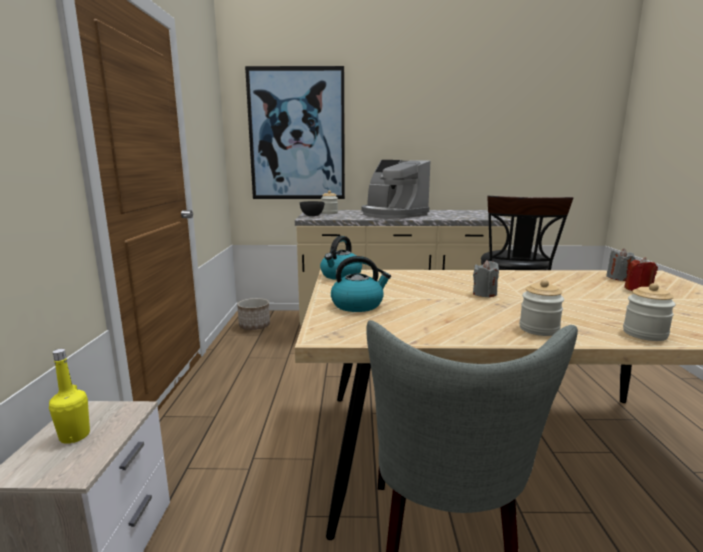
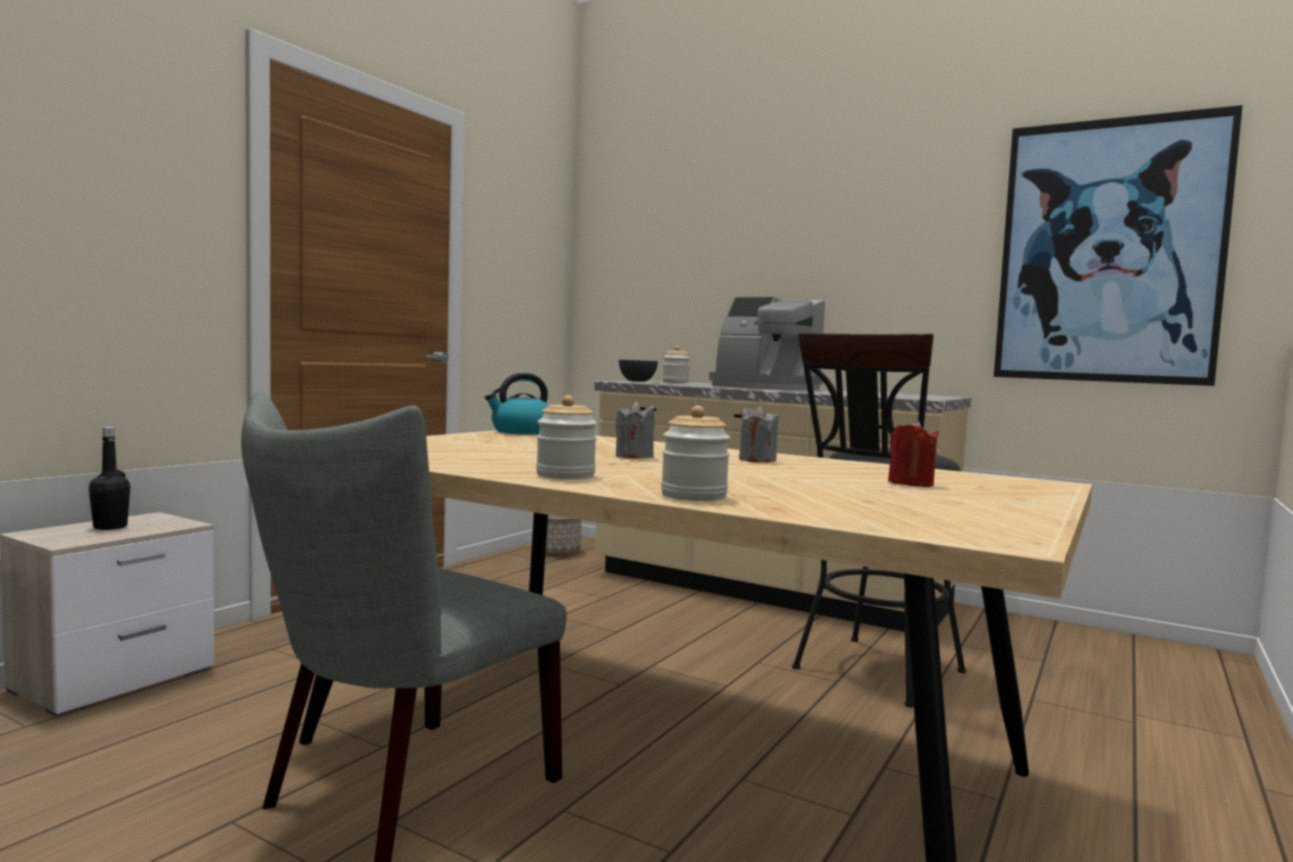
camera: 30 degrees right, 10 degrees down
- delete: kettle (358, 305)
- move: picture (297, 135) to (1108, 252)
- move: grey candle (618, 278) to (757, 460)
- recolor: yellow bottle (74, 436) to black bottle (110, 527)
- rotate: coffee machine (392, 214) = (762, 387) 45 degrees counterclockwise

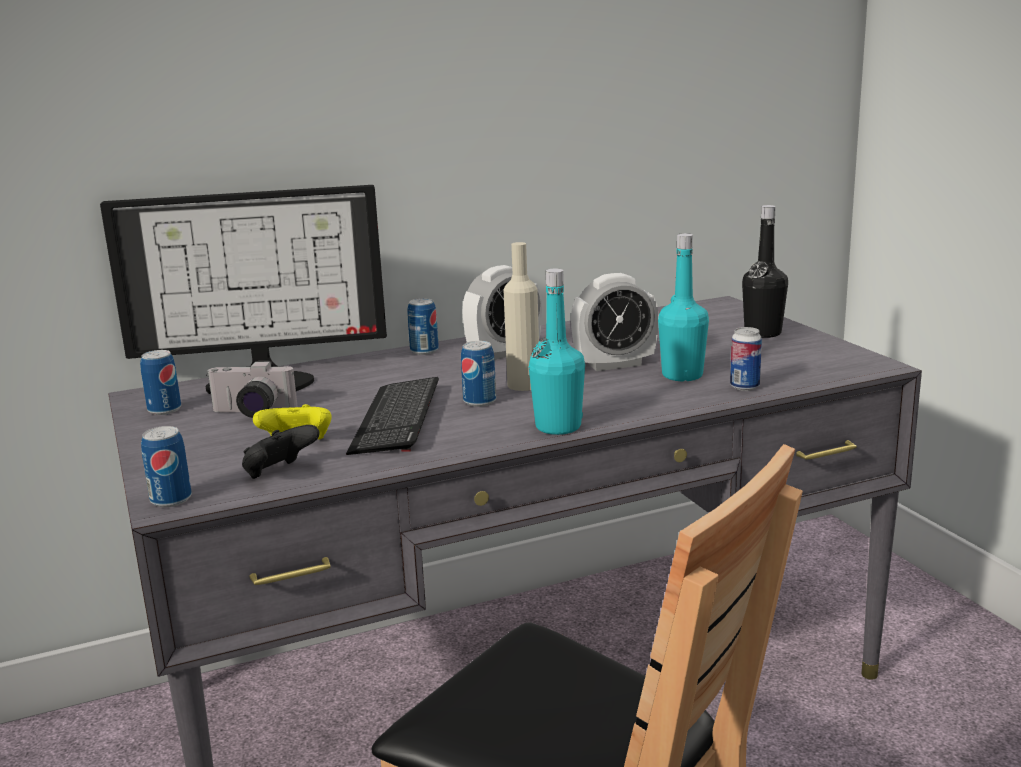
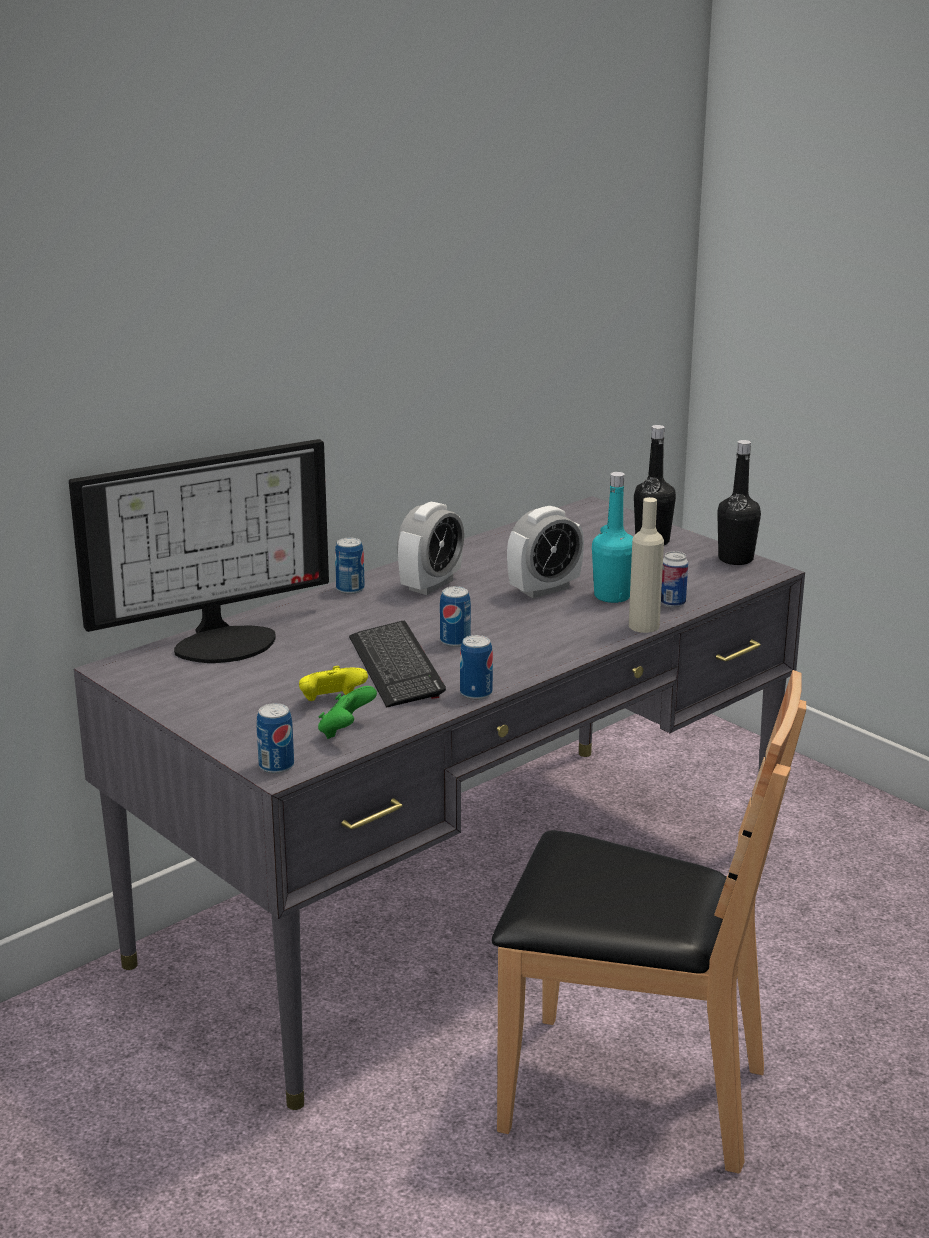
camera: 20 degrees left, 5 degrees up
- delete: photo camera (251, 413)
- delete: turquoise bottle (558, 427)
- insert: black bottle (735, 559)
- move: can (164, 410) to (476, 693)
- move: beige bottle (523, 385) to (644, 626)
- recolor: black game controller (279, 473) to green game controller (345, 731)

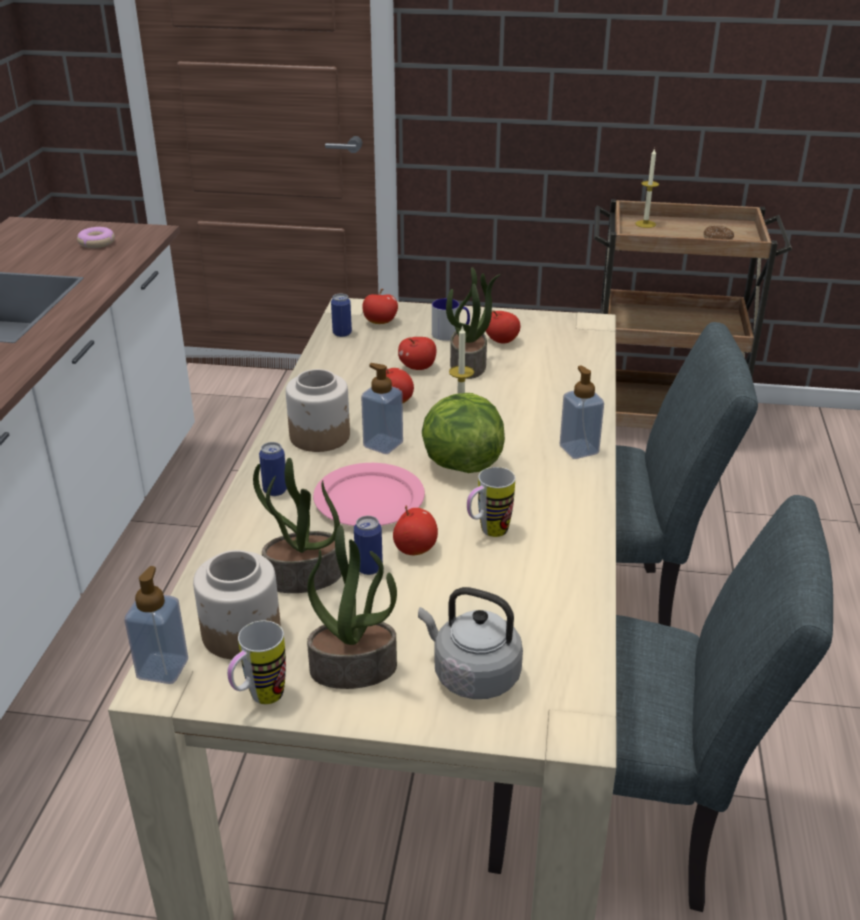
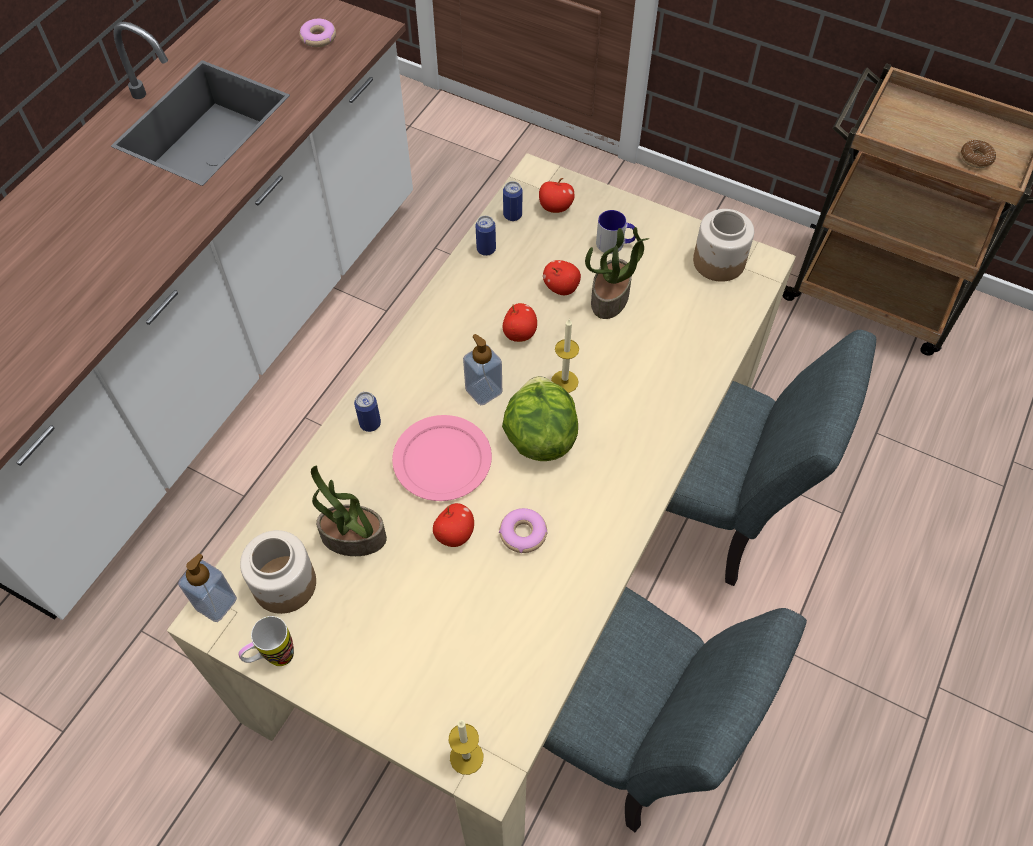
camera: 20 degrees right, 25 degrees up
- delete: potted plant (354, 668)
- delete: grey kettle (472, 675)
- delete: apple (502, 341)
- delete: soap dispenser (579, 450)
- move: jar (320, 436) to (719, 262)
- move: can (369, 568) to (486, 249)
- move: candle (645, 224) to (466, 757)
- replace: mug (487, 532) to donut (523, 533)

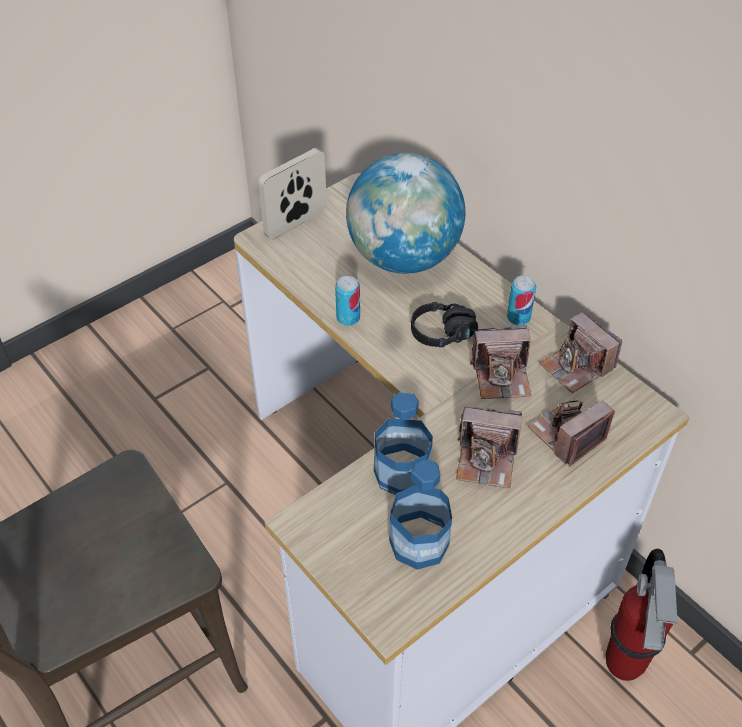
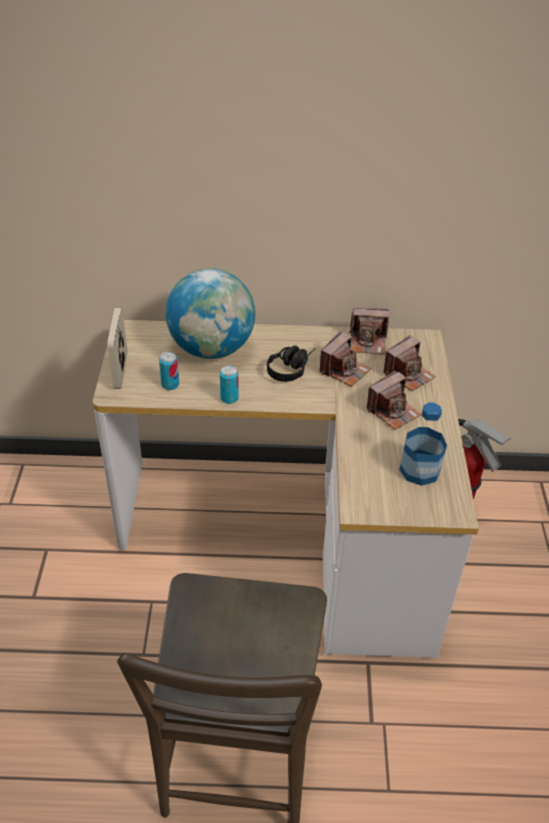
camera: 50 degrees left, 5 degrees down
- delete: bottle (401, 473)
- move: can (518, 318) to (170, 384)
- rotate: photo camera (567, 436) = (408, 375) 135 degrees counterclockwise

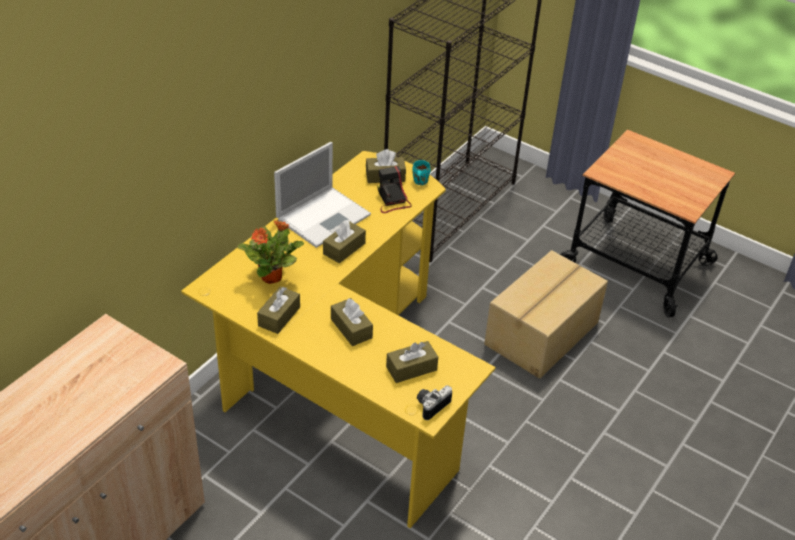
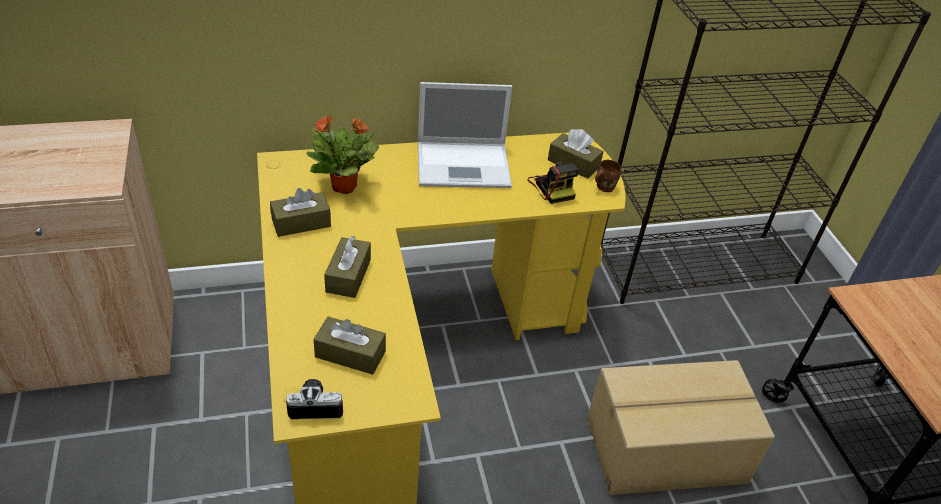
camera: 40 degrees right, 0 degrees up
- delete: brown tissue box (344, 248)
- recolor: turquoise mug (419, 182) to brown mug (603, 187)
- rotate: photo camera (392, 200) = (552, 187) 135 degrees clockwise

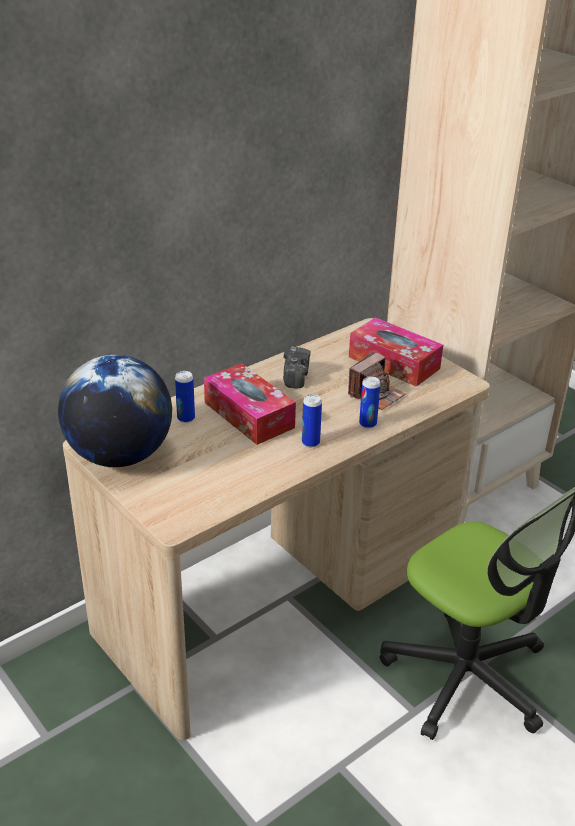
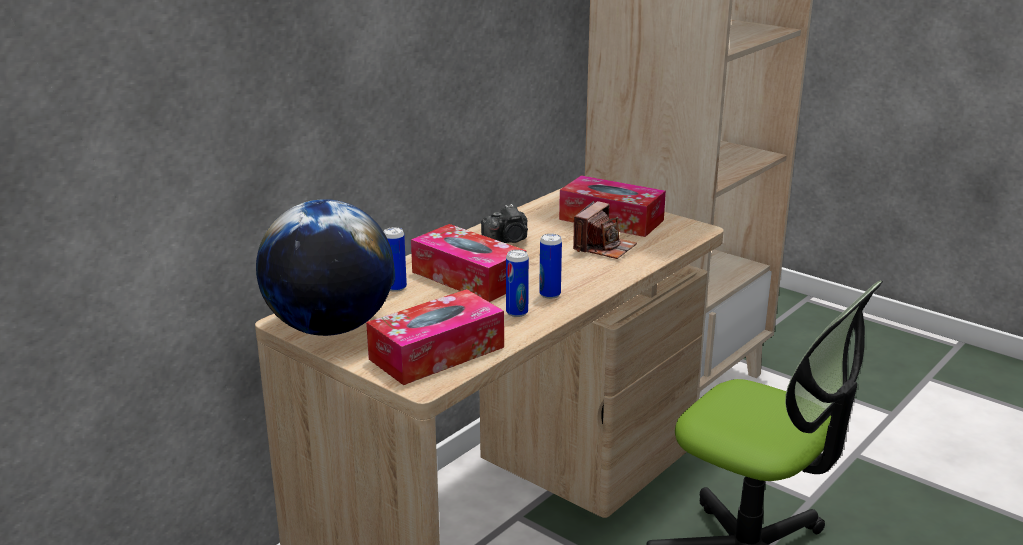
camera: 10 degrees left, 10 degrees down
- insert: tissue box (437, 353)
- move: can (367, 424) to (517, 312)
- rotate: photo camera (295, 377) = (507, 241) 75 degrees clockwise

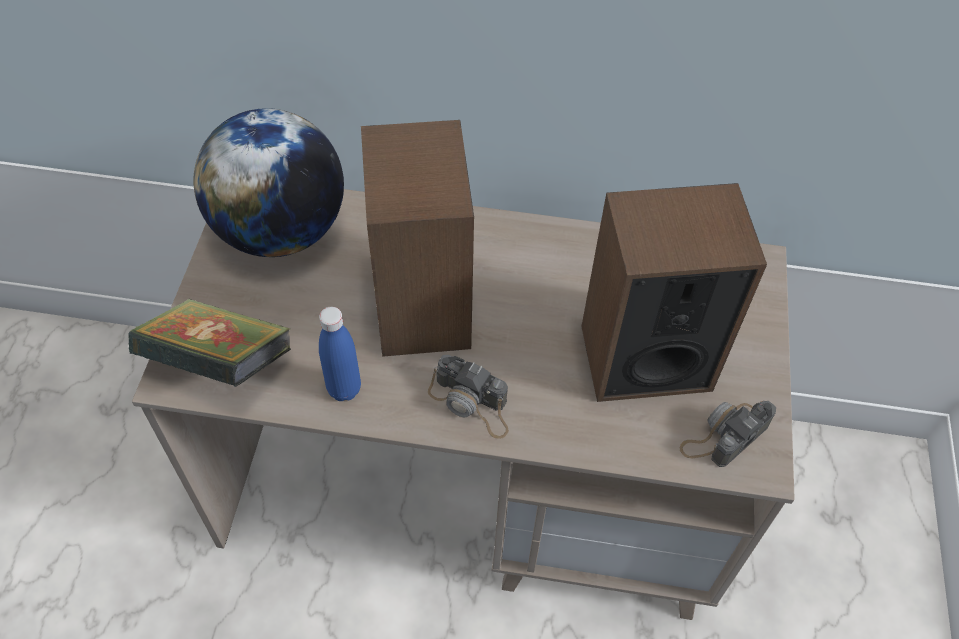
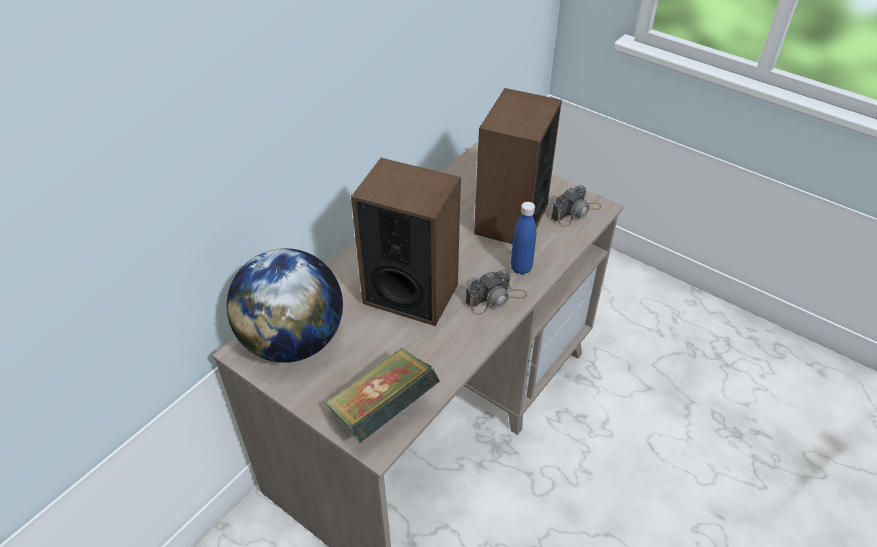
camera: 60 degrees left, 10 degrees down
- move: blue bottle (344, 389) to (521, 268)
- rotate: photo camera (724, 436) = (576, 212) 120 degrees counterclockwise

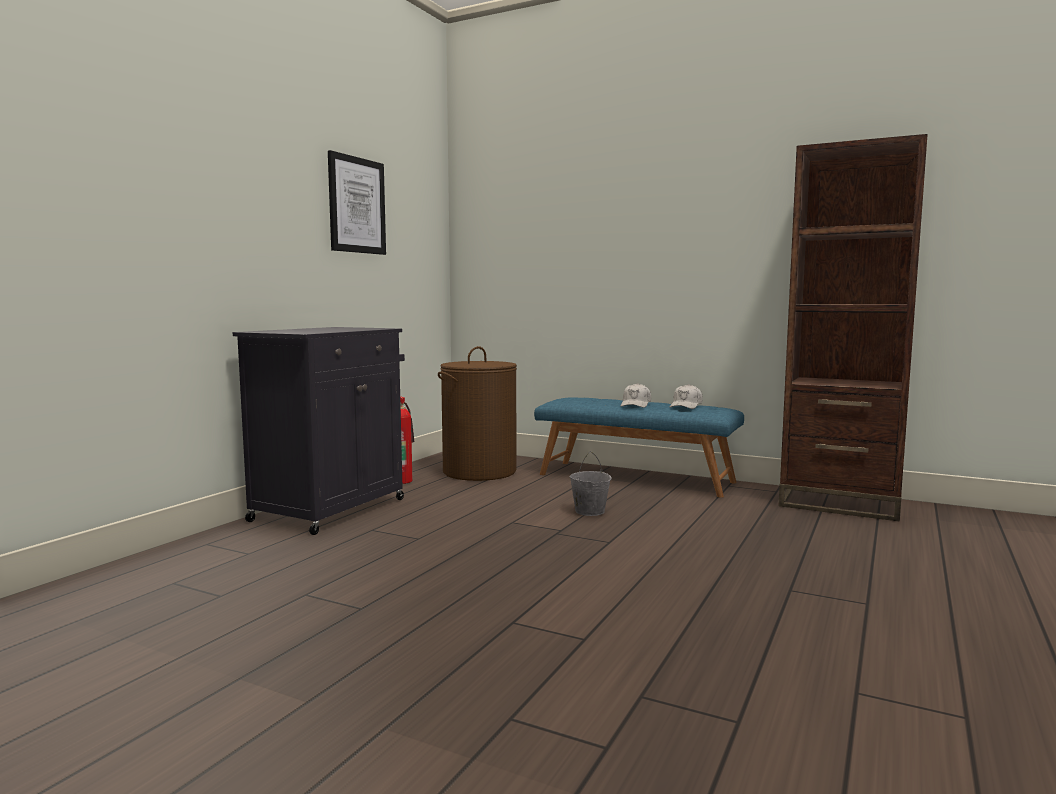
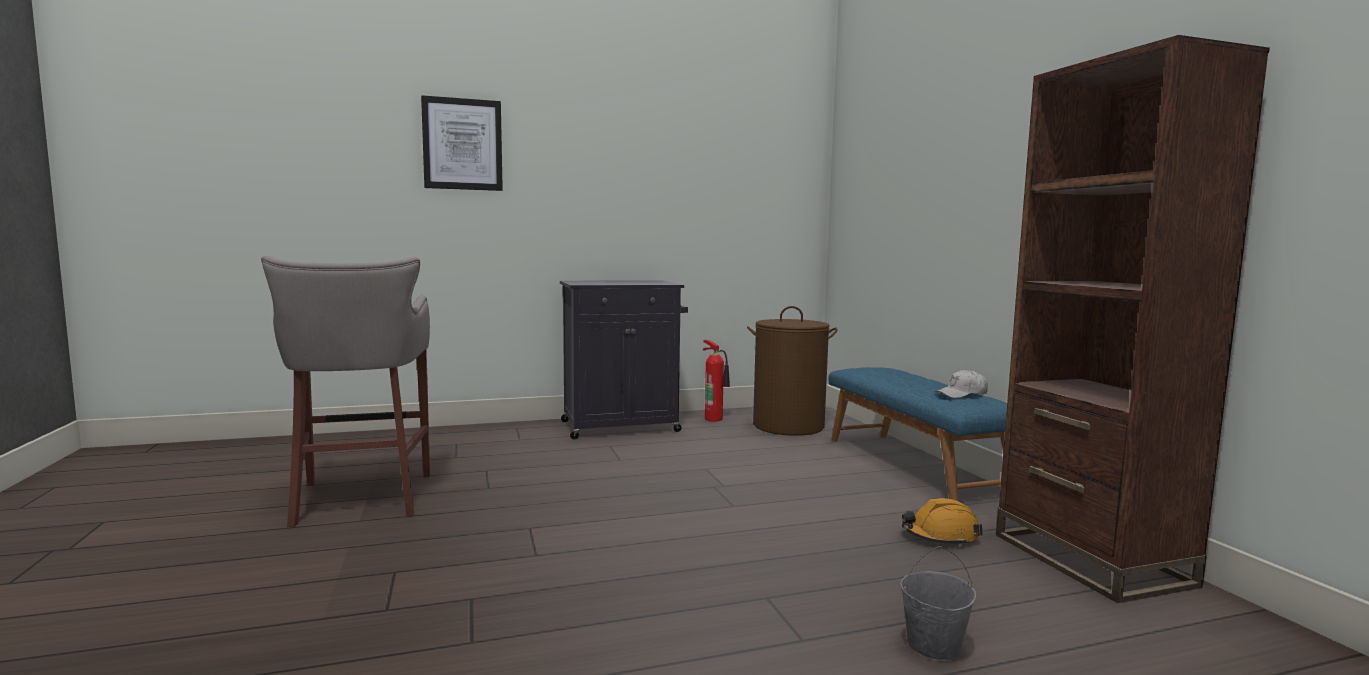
camera: 45 degrees right, 0 degrees up
- delete: white cap (636, 404)
- insert: grey stool (361, 500)
- insert: orange hard hat (941, 536)
- move: picture (357, 205) to (462, 144)
- move: grey bucket (589, 511) to (933, 646)

